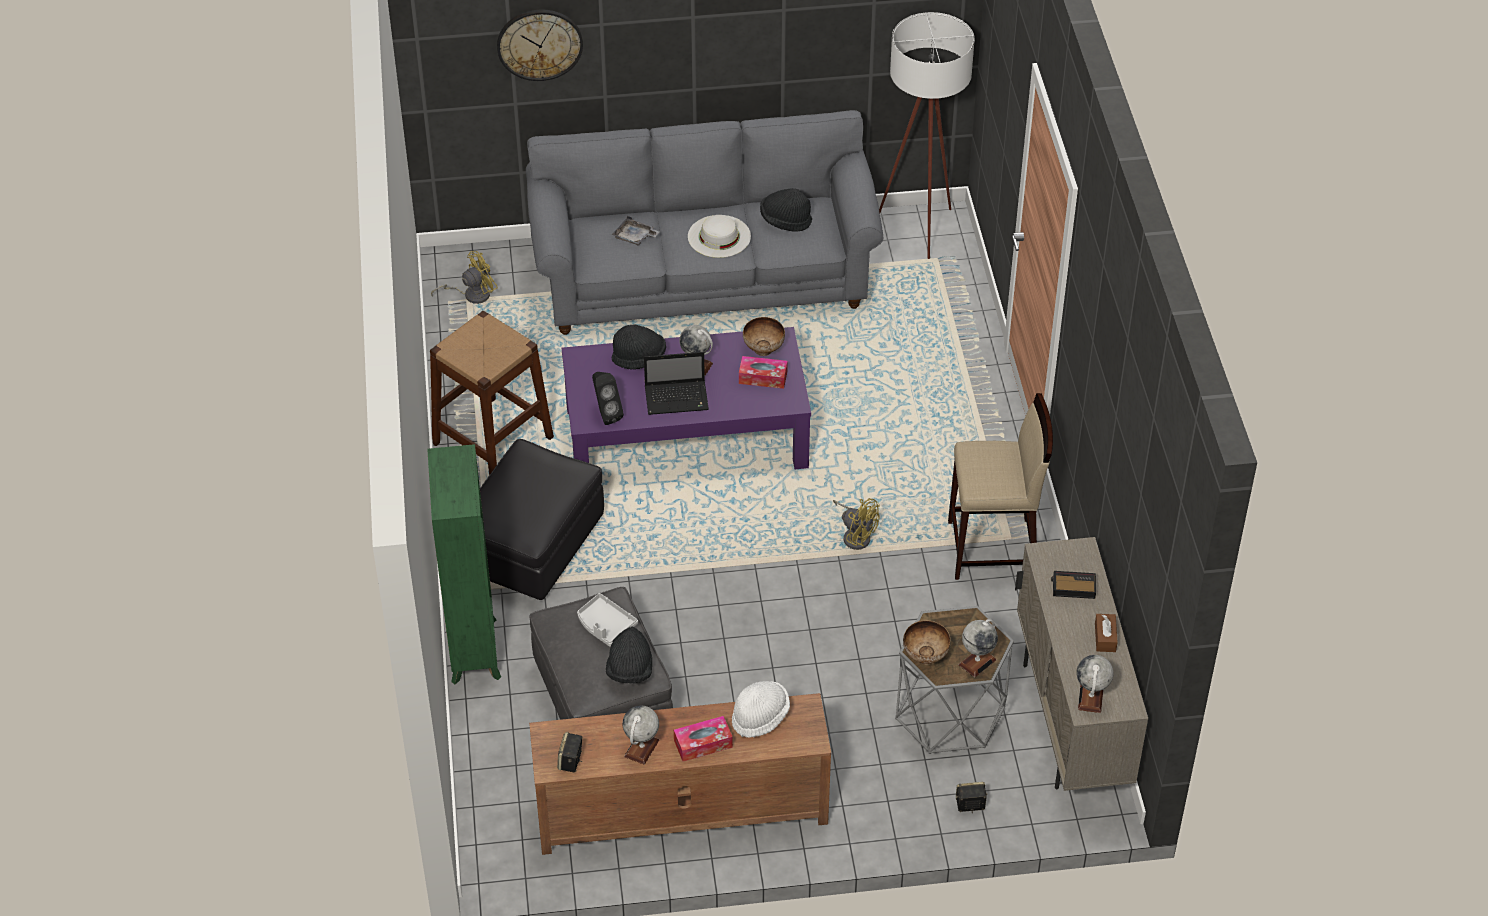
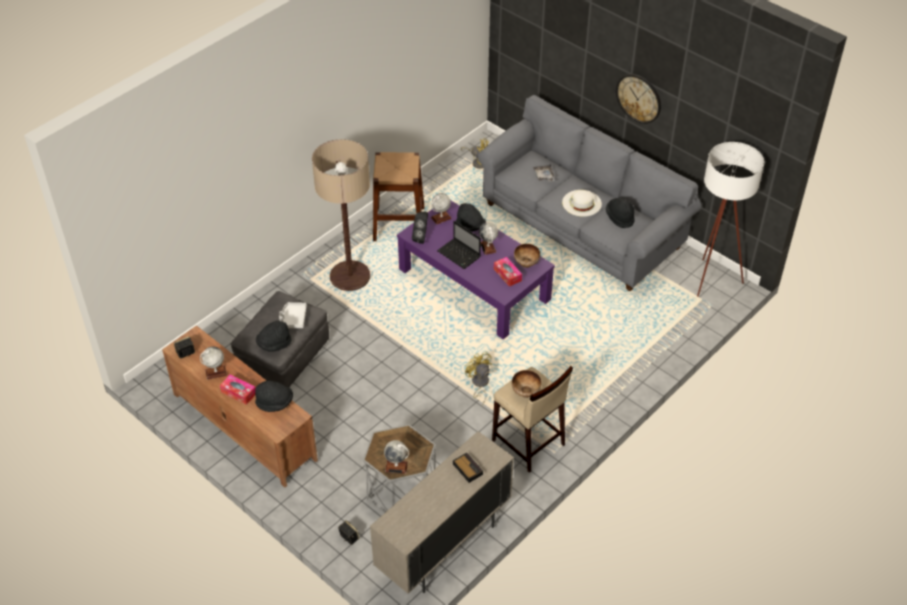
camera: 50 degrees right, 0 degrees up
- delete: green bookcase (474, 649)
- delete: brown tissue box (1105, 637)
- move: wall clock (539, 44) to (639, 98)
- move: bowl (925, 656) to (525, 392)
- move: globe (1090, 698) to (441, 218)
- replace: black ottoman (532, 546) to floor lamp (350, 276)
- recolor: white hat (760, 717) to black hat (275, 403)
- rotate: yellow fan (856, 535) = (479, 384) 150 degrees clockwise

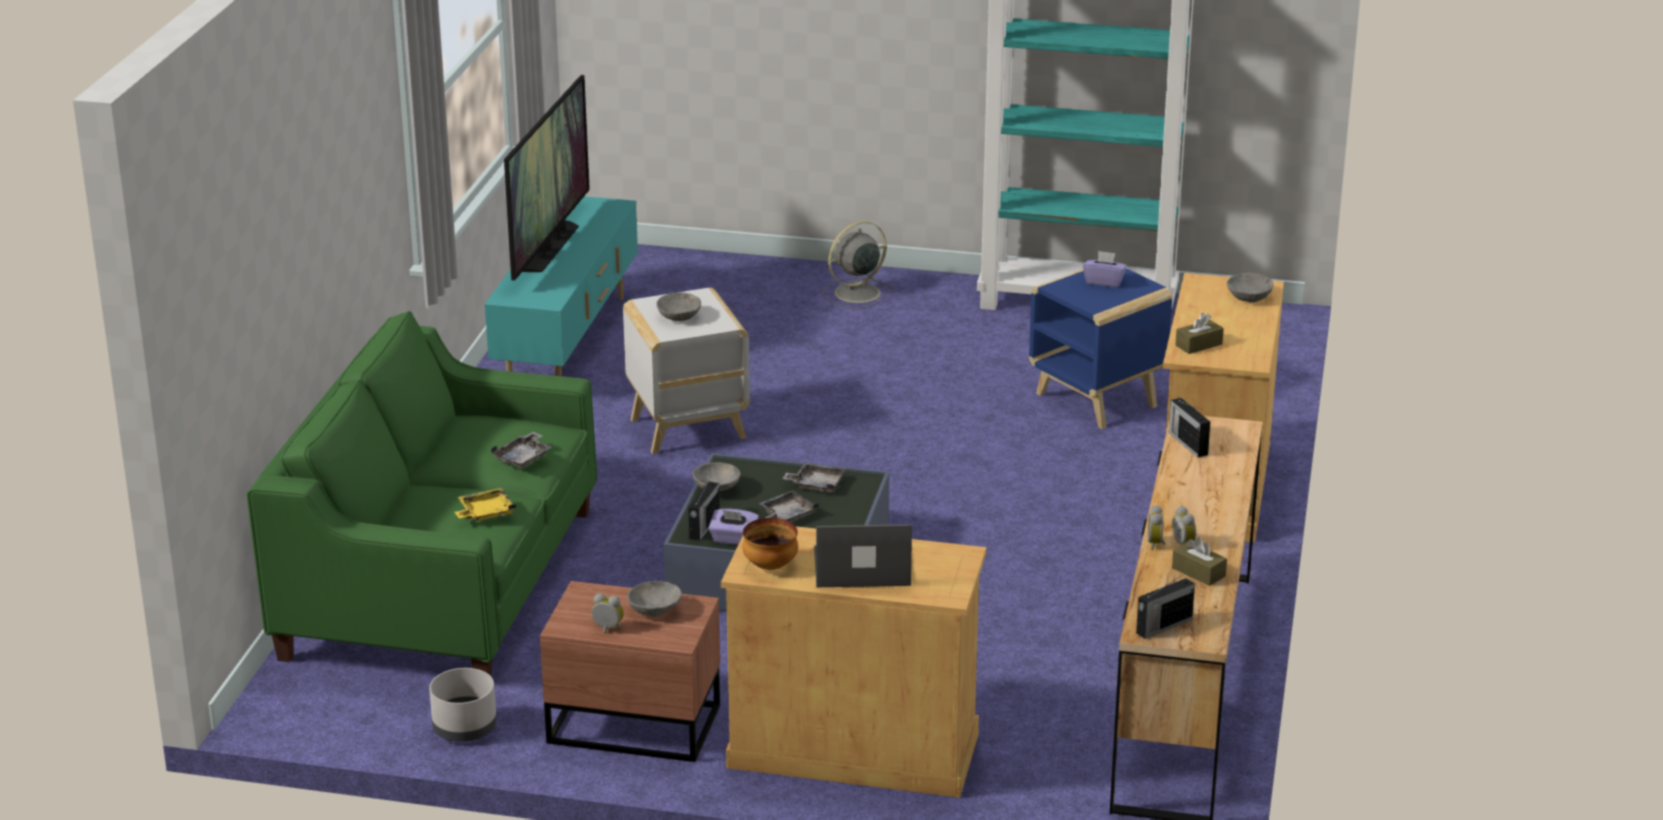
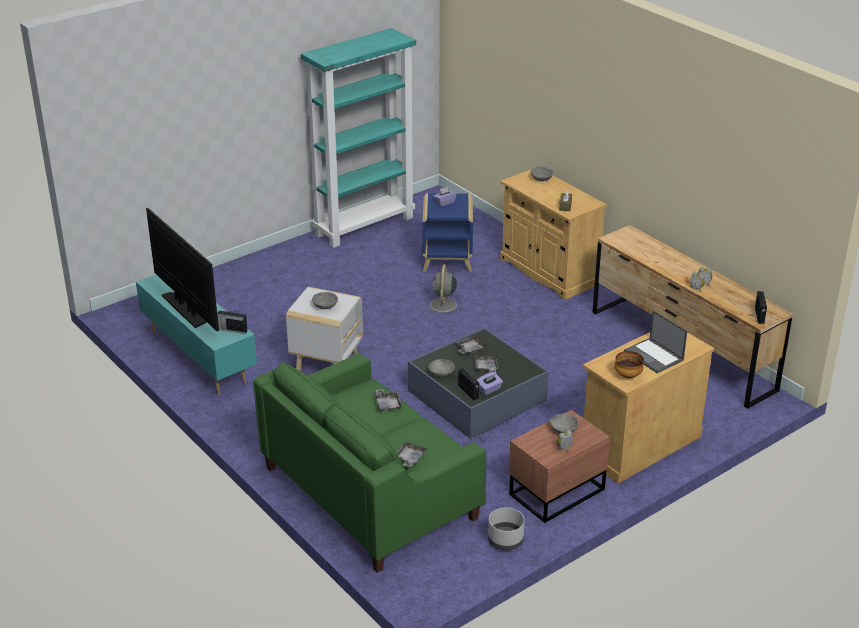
camera: 50 degrees left, 5 degrees up
- delete: yellow tray (485, 513)
- delete: brown tissue box (1198, 572)
- insert: grey tray (409, 458)
- move: grey fan (855, 293) to (443, 305)
- move: radio (1187, 443) to (232, 330)
- rotate: laptop (860, 568) = (654, 356) 75 degrees counterclockwise

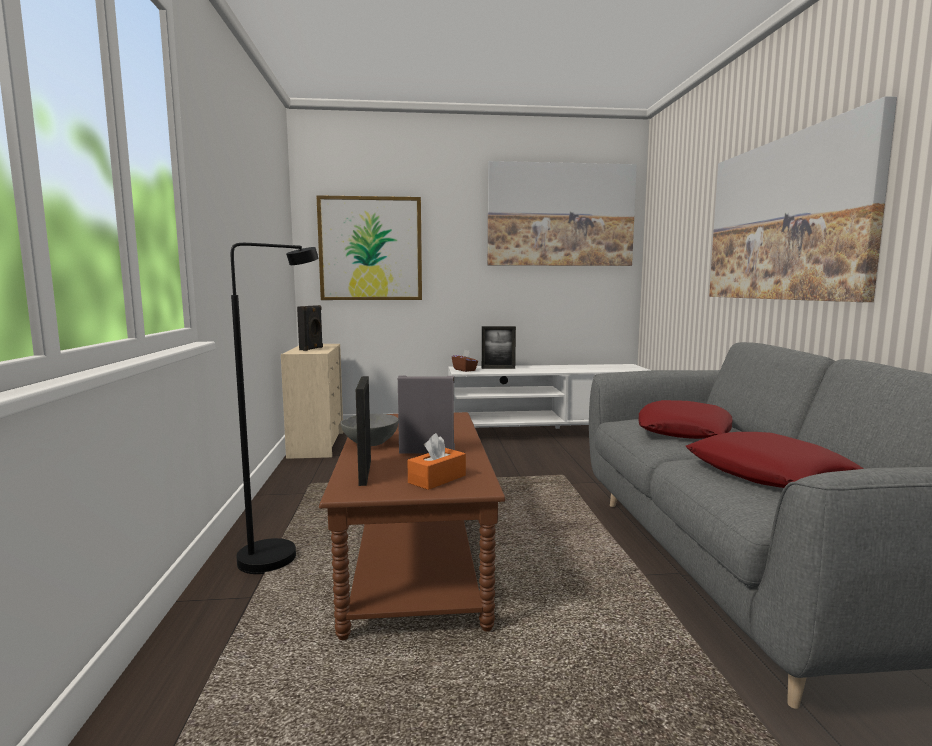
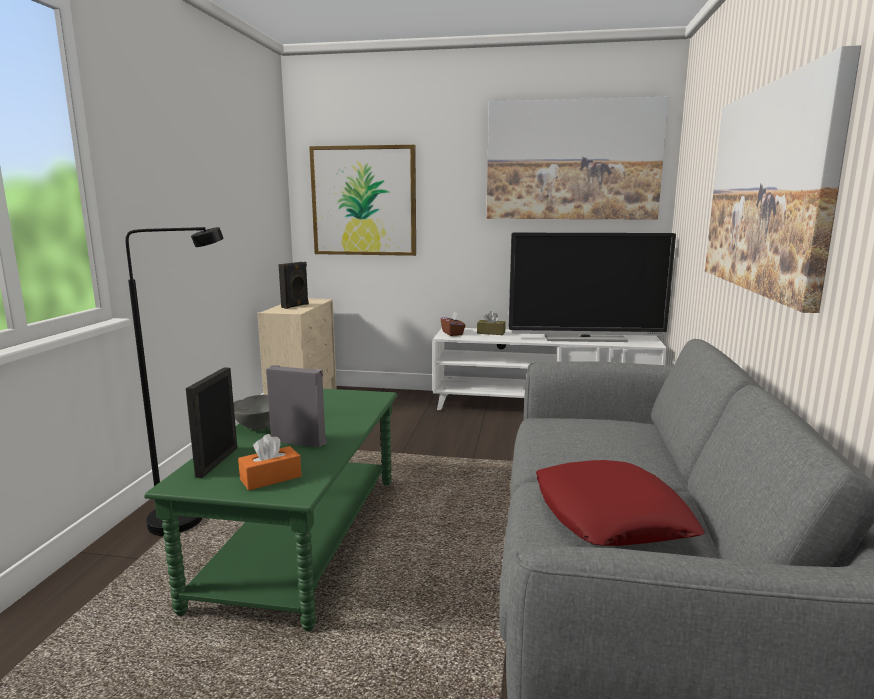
camera: 15 degrees right, 5 degrees up
- delete: red pillow (684, 430)
- insert: television (585, 338)
- replace: picture frame (498, 368) to brown tissue box (491, 333)
- recolor: brown coffee table (414, 556) to green coffee table (302, 538)

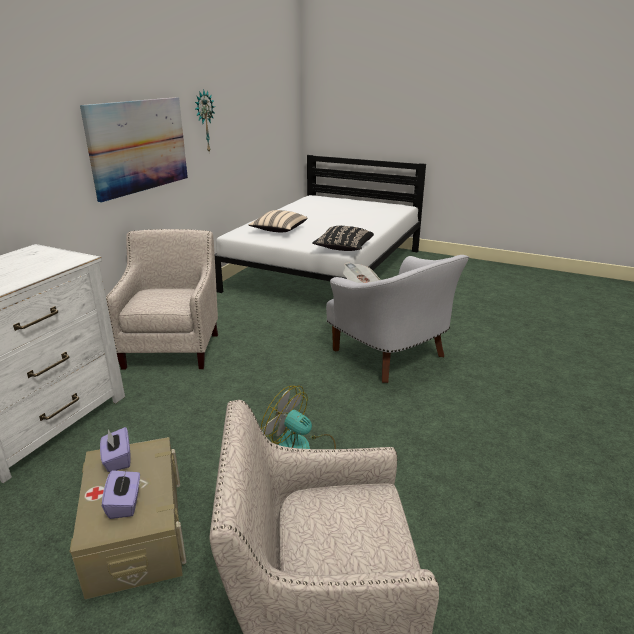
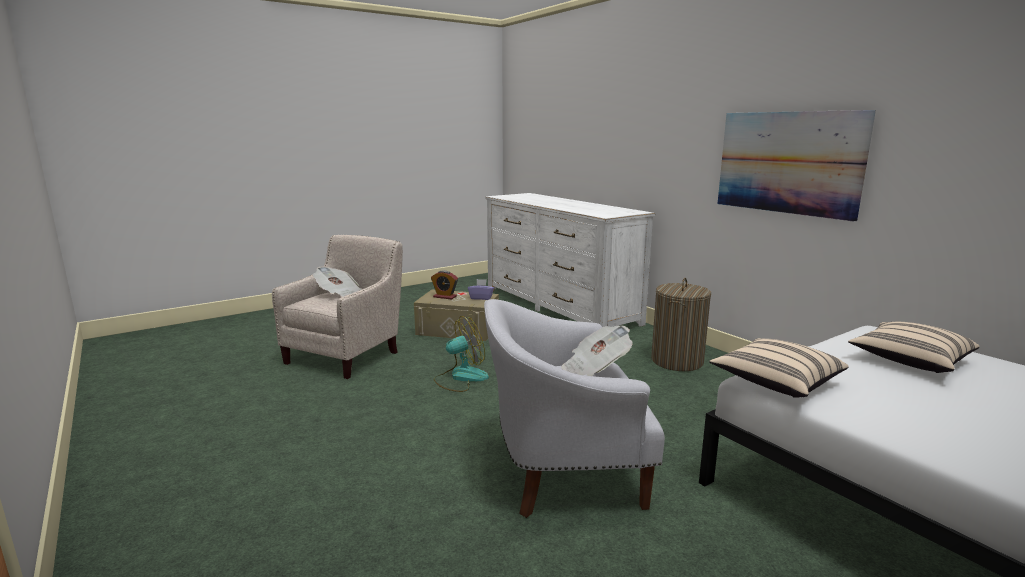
camera: 120 degrees right, 10 degrees down
- delete: wall clock (204, 121)
- insert: newspaper (339, 294)
- replace: purple tissue box (125, 504) to alarm clock (445, 297)
- replace: beige armchair (174, 347) to laundry basket (677, 361)
- recolor: black pillow (343, 248) to beige pillow (775, 382)

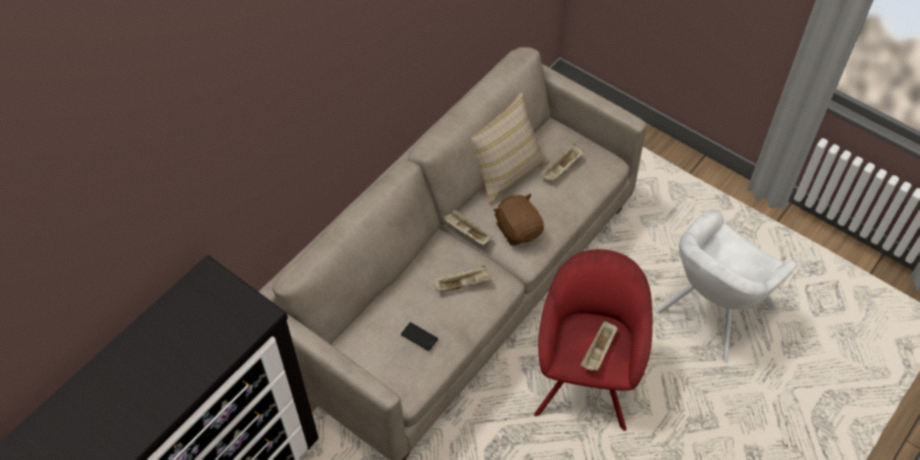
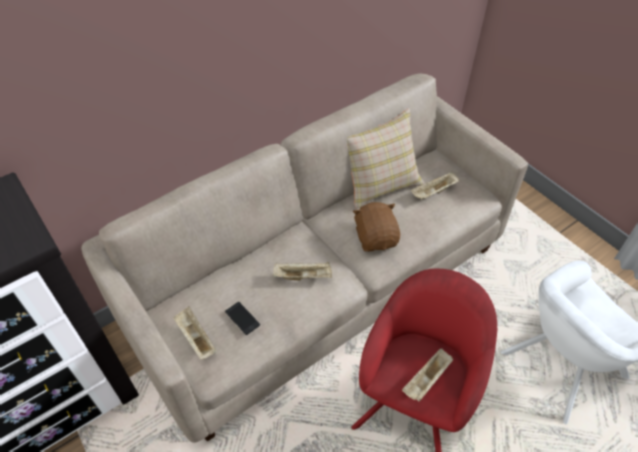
camera: 15 degrees right, 5 degrees down
- move: beige tray (466, 232) to (195, 338)

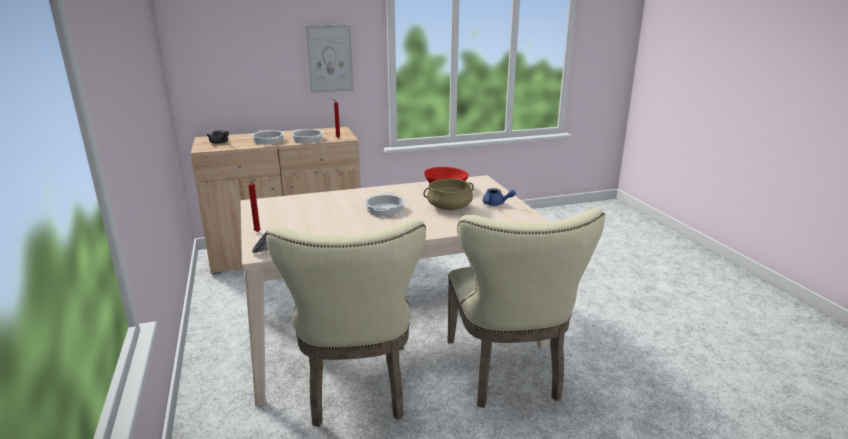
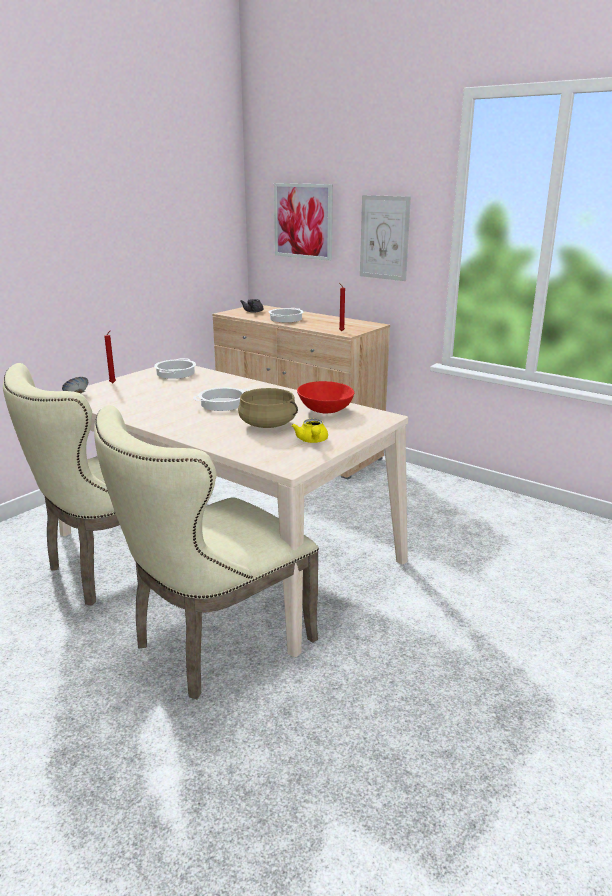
camera: 55 degrees right, 0 degrees up
- insert: picture (303, 221)
- move: cooking pot (307, 139) to (175, 373)
- recolor: blue teapot (496, 204) to yellow teapot (312, 441)

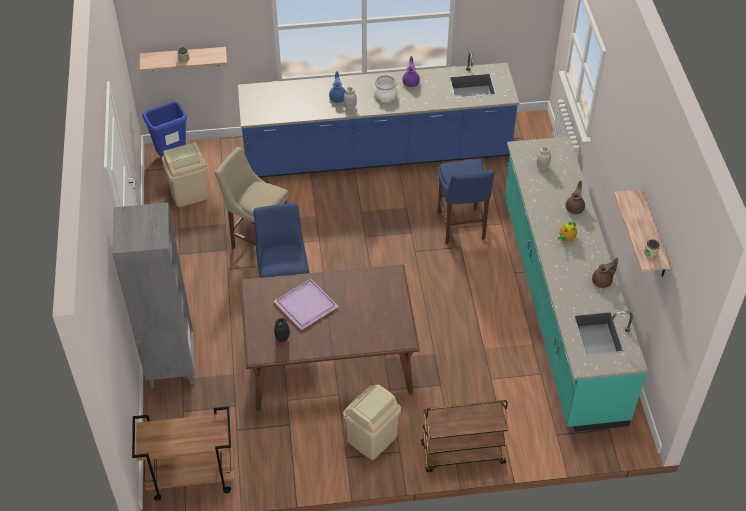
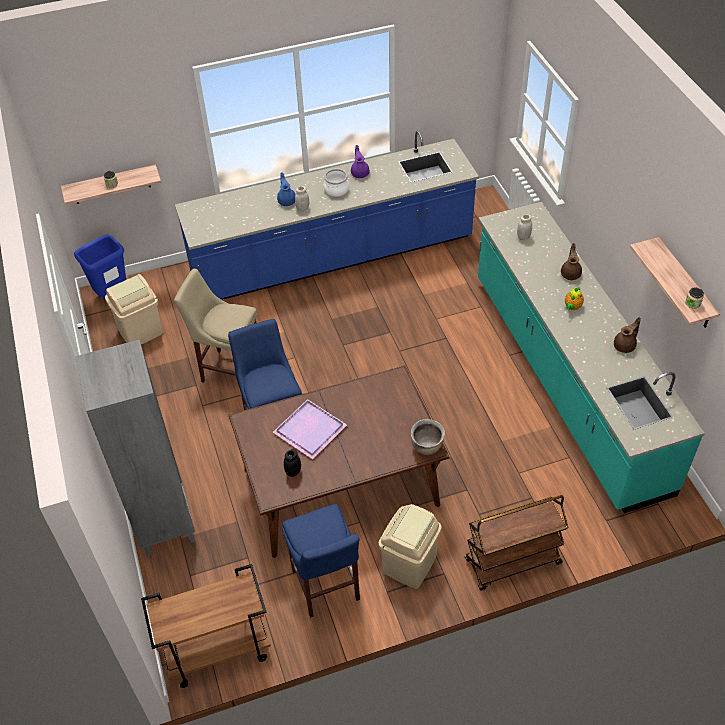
camera: 10 degrees left, 0 degrees up
- insert: brown cooking pot (427, 447)
- move: blue stool (461, 228) to (326, 588)

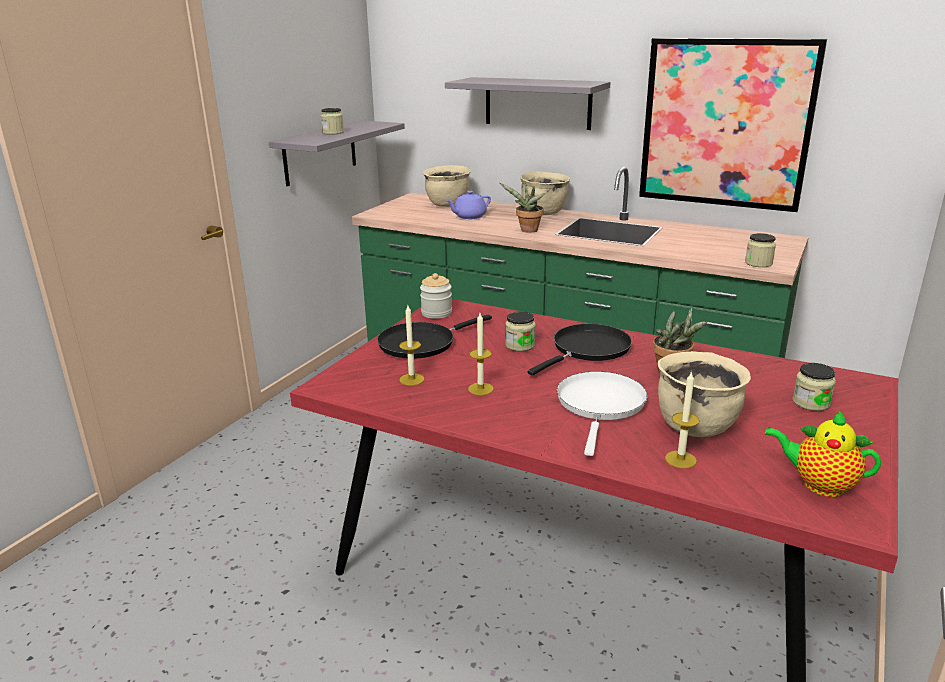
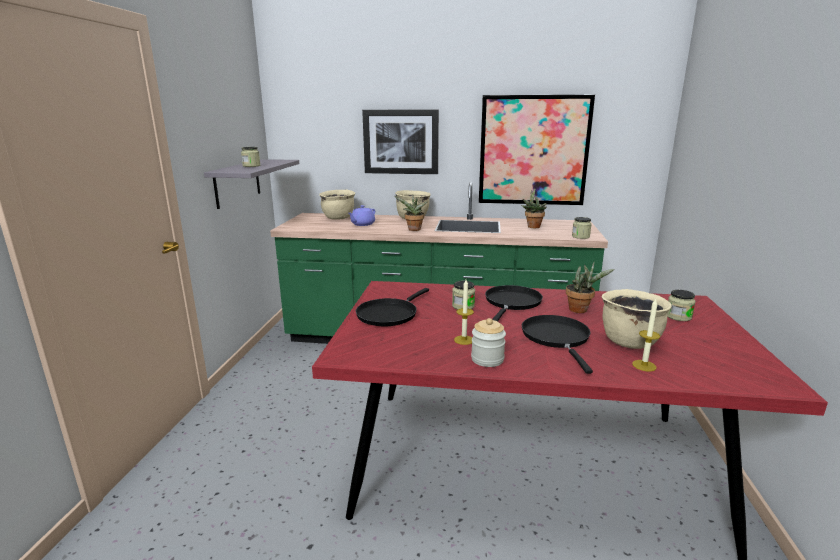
camera: 20 degrees left, 5 degrees down
- delete: candle (412, 379)
- delete: teapot (818, 485)
- insert: potted plant (532, 226)
- move: jar (436, 313) to (487, 359)
- replace: grey shelf (537, 103) to picture (401, 142)
- recolor: white frying pan (600, 405) to black frying pan (557, 338)

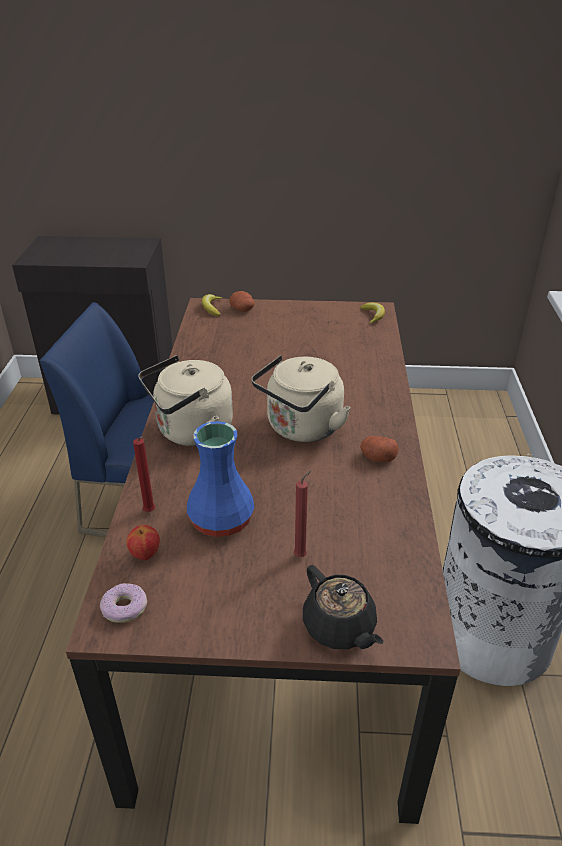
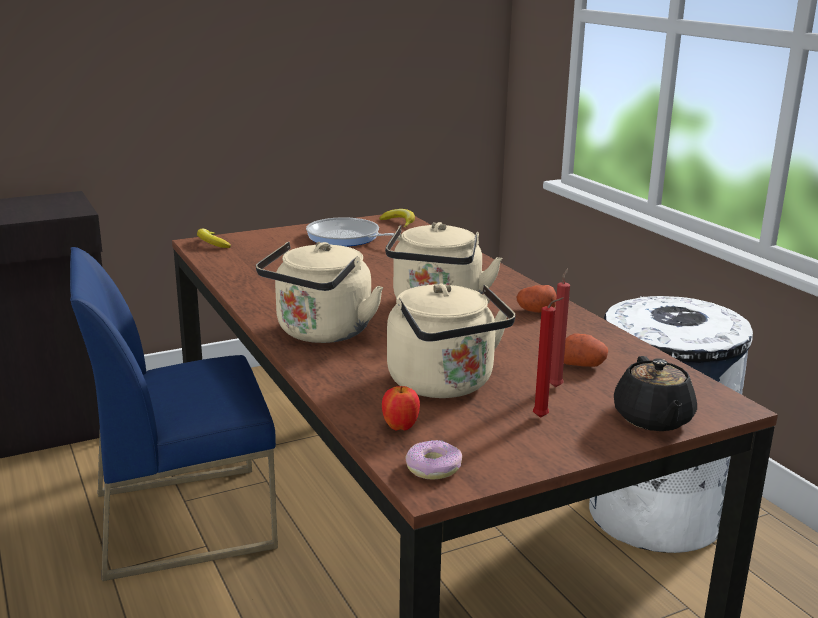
camera: 30 degrees left, 15 degrees down
- insert: frying pan (347, 238)
- move: red candle (150, 512) to (543, 418)
- move: potato (243, 309) to (583, 364)
- replace: blue vase (220, 521) to beige kettle (445, 385)
- rotate: black teapot (339, 627) = (653, 419) 60 degrees clockwise

